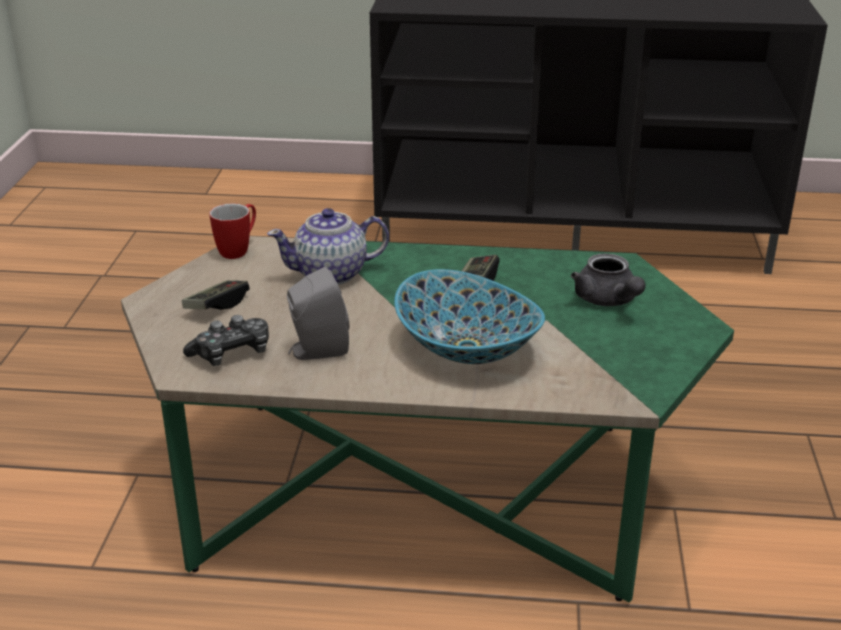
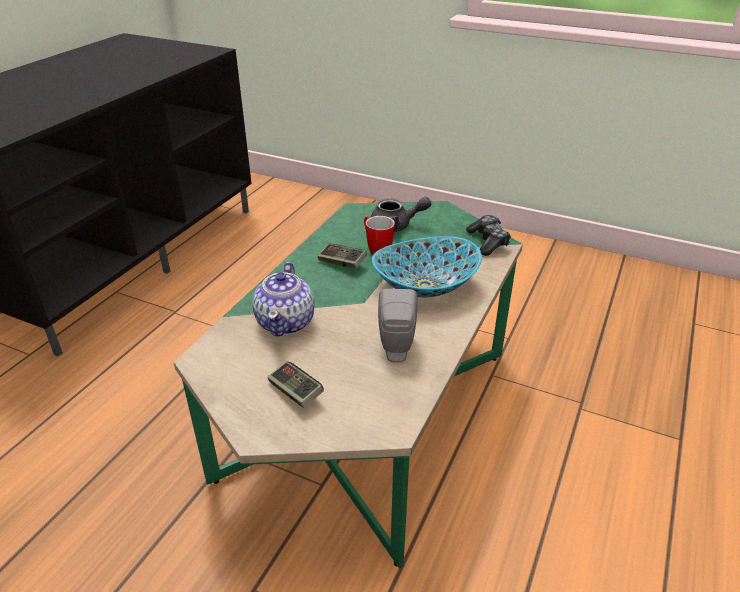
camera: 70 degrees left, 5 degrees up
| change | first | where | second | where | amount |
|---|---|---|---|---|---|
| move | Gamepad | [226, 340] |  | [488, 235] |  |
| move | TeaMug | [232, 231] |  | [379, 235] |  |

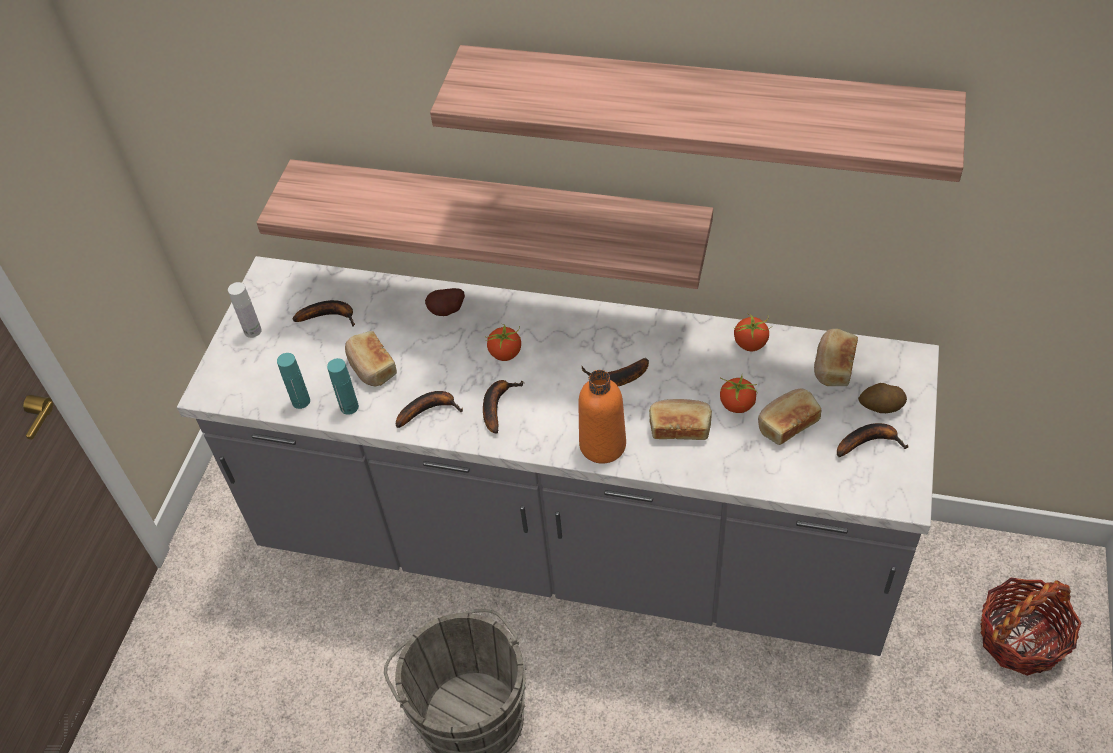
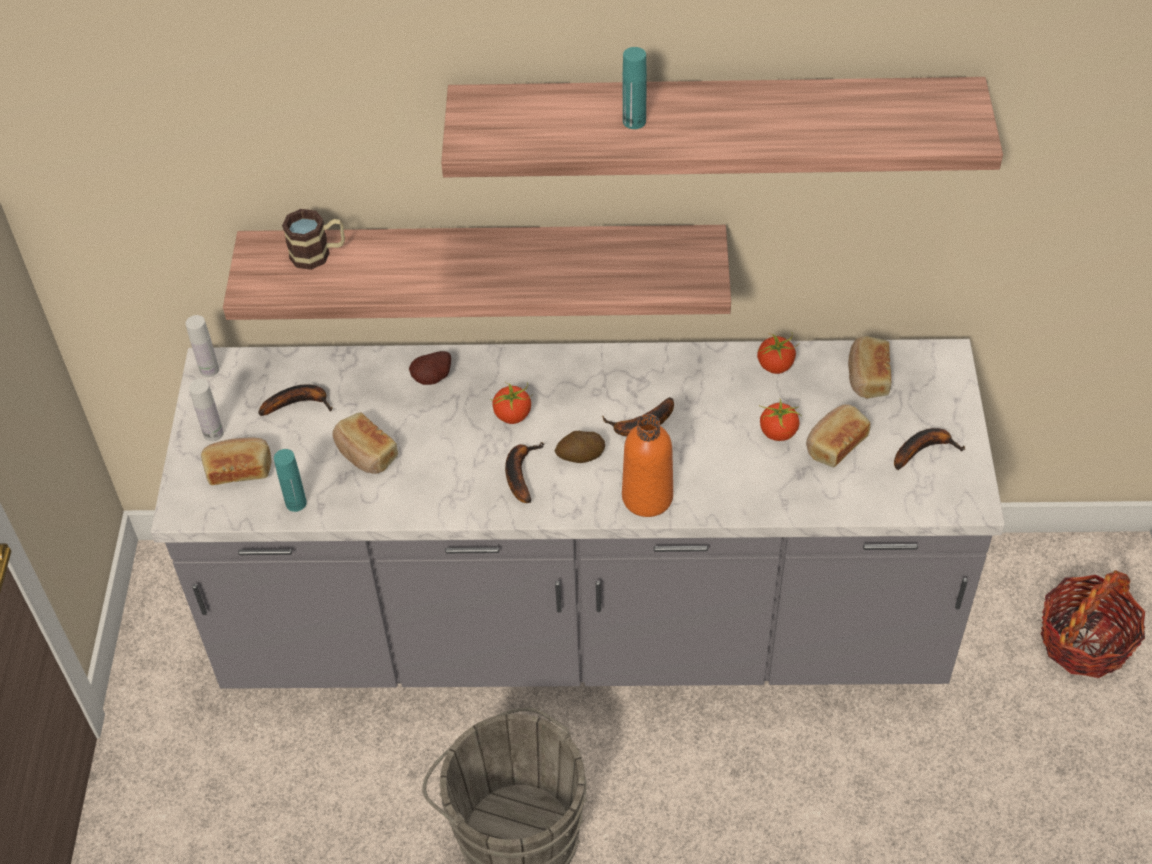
camera: 15 degrees left, 0 degrees up
| change | first | where | second | where | amount |
|---|---|---|---|---|---|
| move | TurquoiseDrinkBottle | [343, 386] |  | [635, 88] |  |
| delete | BananaFruit | [429, 409] |  |  |  |
| move | BakedBread | [680, 419] |  | [236, 461] |  |
| move | WholePotato | [882, 398] |  | [579, 447] |  |
| insert |  |  | WhitishDrinkBottle | [202, 346] |  |
| insert |  |  | TeaMug | [313, 239] |  |

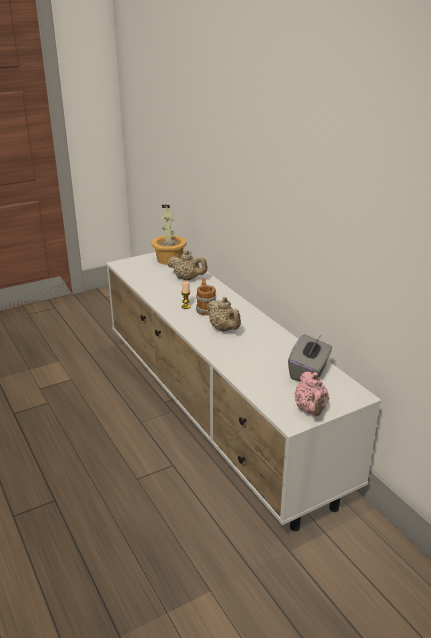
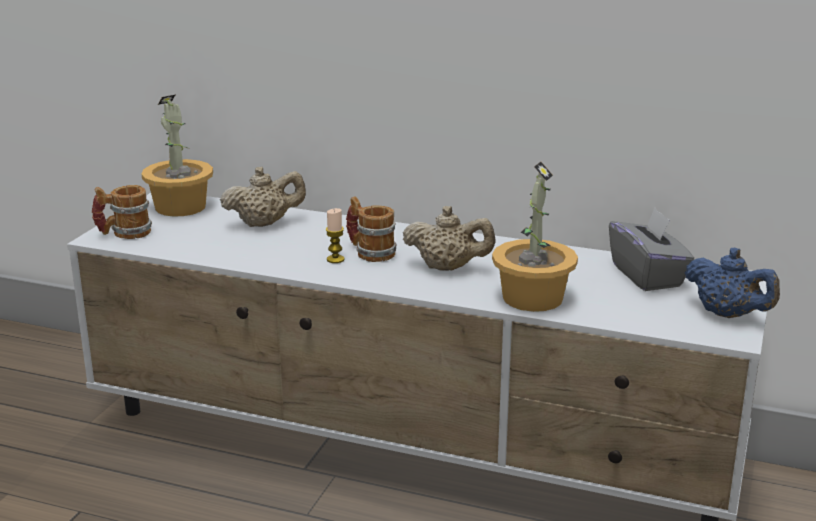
camera: 40 degrees left, 5 degrees down
| change | first | where | second | where | amount |
|---|---|---|---|---|---|
| recolor | PinkishTeaPot | [311, 394] | BluishTeaPot | [732, 283] |  |
| insert |  |  | TeaMug | [122, 212] |  |
| insert |  |  | PlantInAPot | [535, 237] |  |

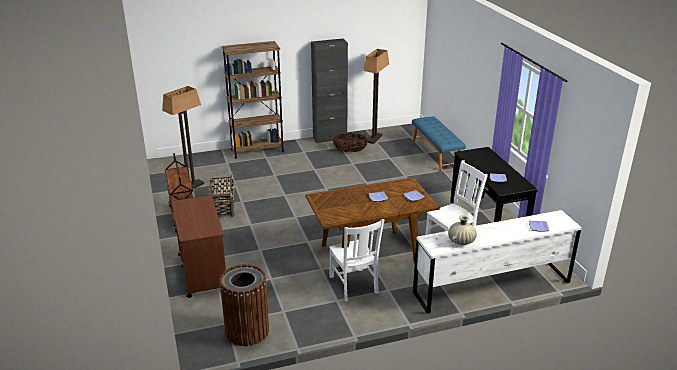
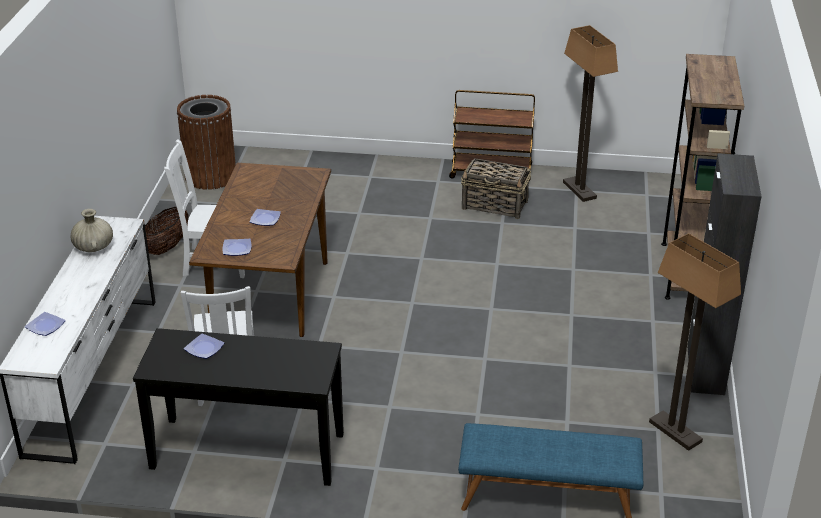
camera: 115 degrees right, 5 degrees up
| change | first | where | second | where | amount |
|---|---|---|---|---|---|
| delete | BrownColouredCart | [199, 246] |  |  |  |
| move | StorageBasket | [350, 143] |  | [166, 231] |  |

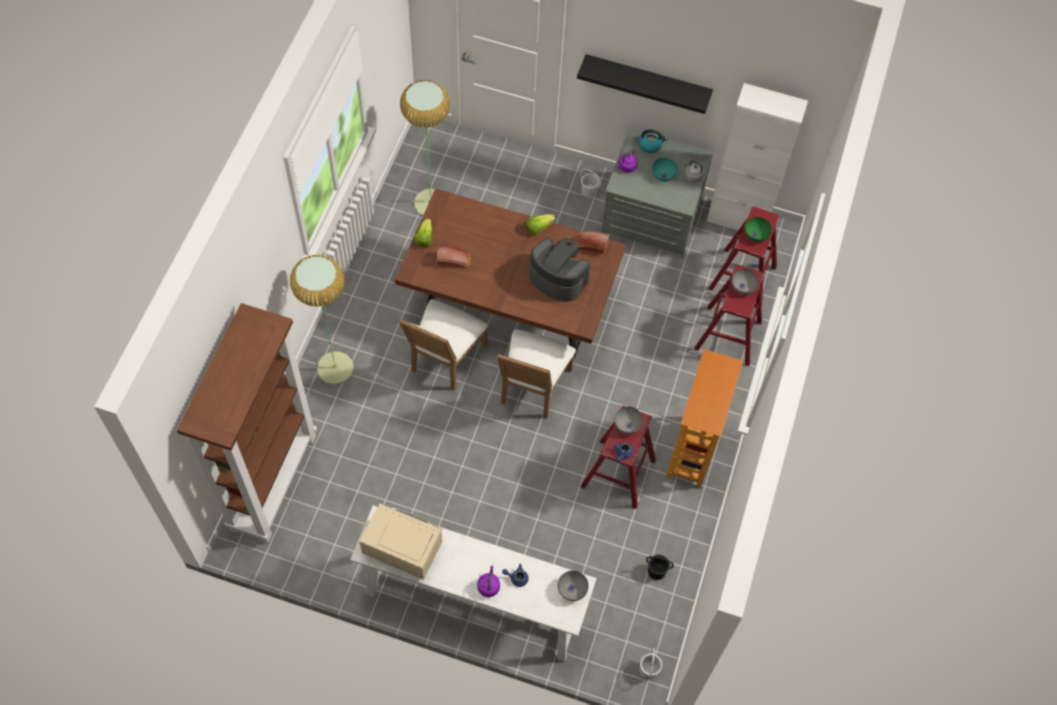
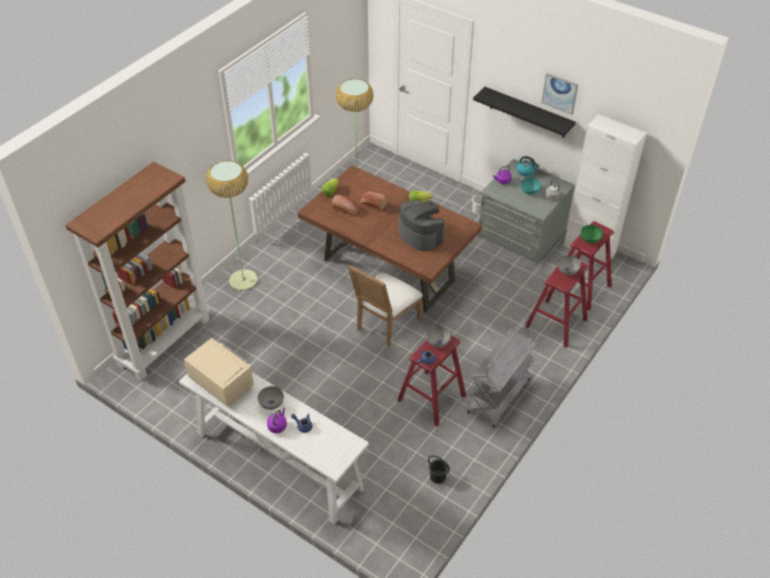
camera: 20 degrees right, 15 degrees down
| change | first | where | second | where | amount |
|---|---|---|---|---|---|
| delete | WhitishUprightChair | [443, 345] |  |  |  |
| move | GreyishDeepDish | [573, 586] |  | [271, 398] |  |
| move | BakedBread | [592, 243] |  | [374, 201] |  |
| delete | WhitishBucket | [651, 663] |  |  |  |
| replace | ShelvingUnit | [704, 418] | GreyishCart | [502, 374] |  |
| insert |  |  | Picture | [560, 94] |  |

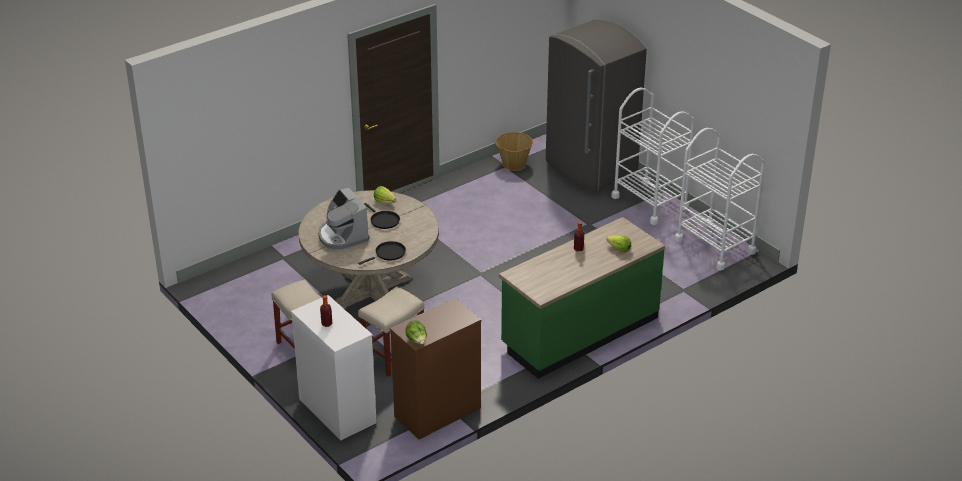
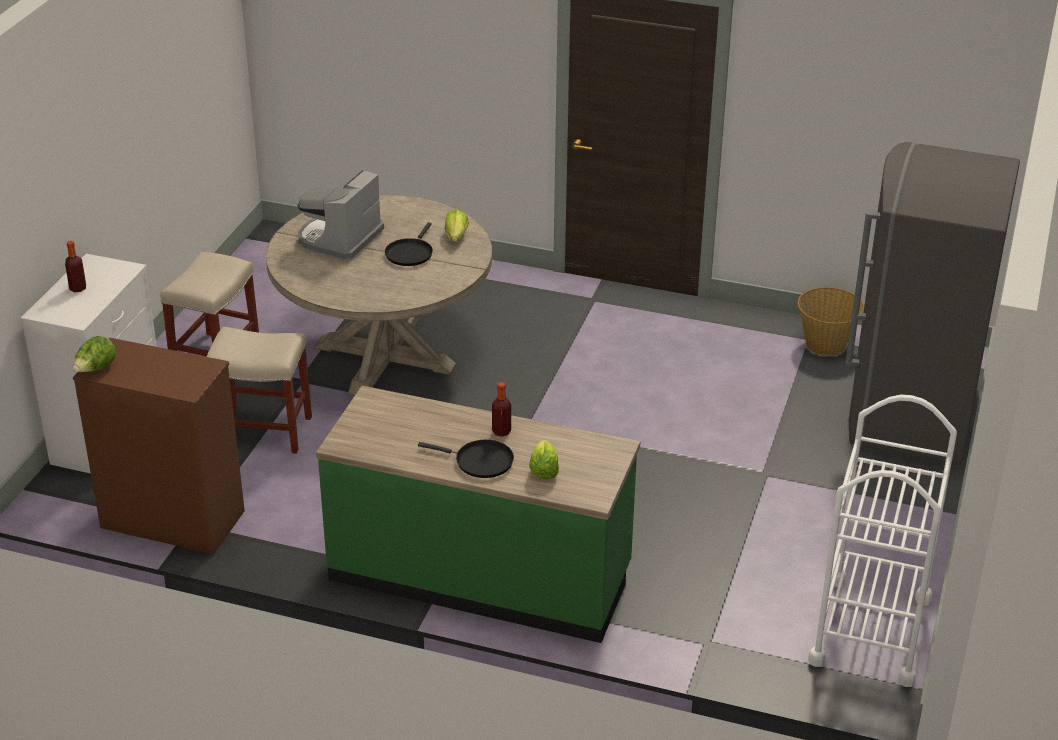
camera: 55 degrees right, 0 degrees up
| change | first | where | second | where | amount |
|---|---|---|---|---|---|
| move | BlackishFryingPan | [382, 253] |  | [466, 459] |  |
| delete | WhitishCart | [653, 156] |  |  |  |

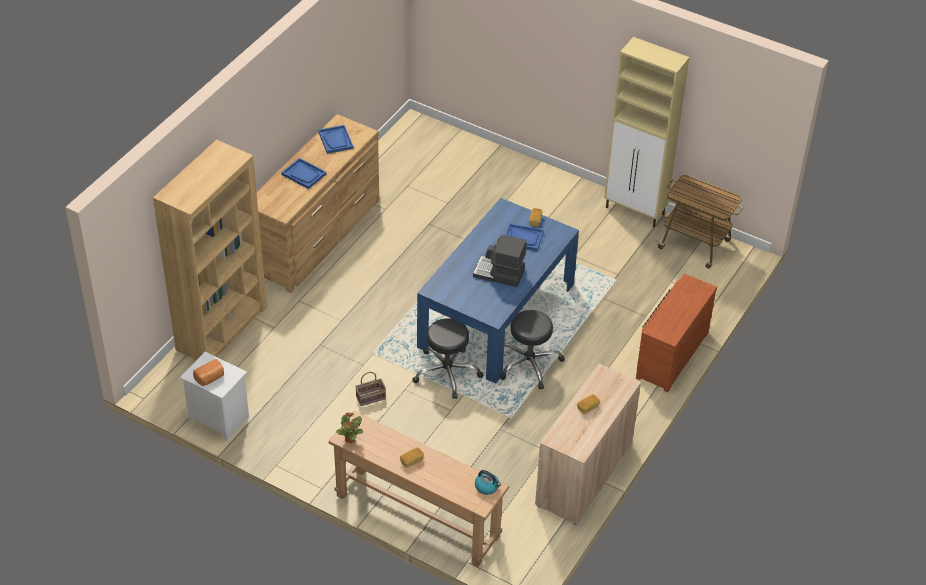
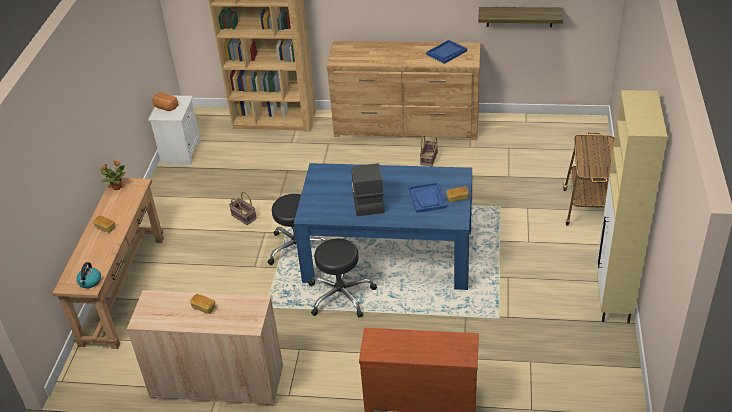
camera: 70 degrees right, 5 degrees down
| change | first | where | second | where | amount |
|---|---|---|---|---|---|
| delete | BluishServingTray | [303, 173] |  |  |  |
| move | Cart | [699, 222] |  | [588, 178] |  |
| insert |  |  | StorageBasket | [429, 151] |  |
| insert |  |  | BracketShelf | [520, 17] |  |

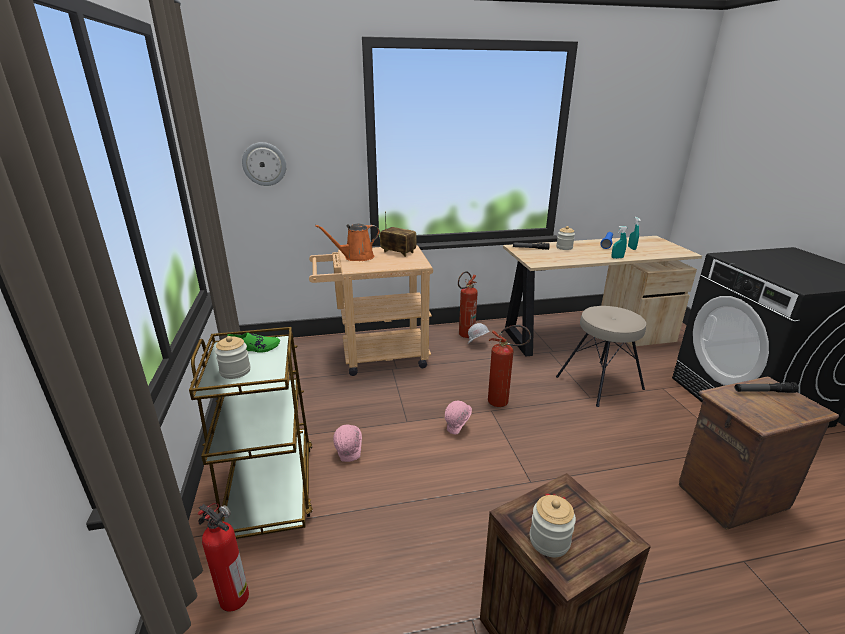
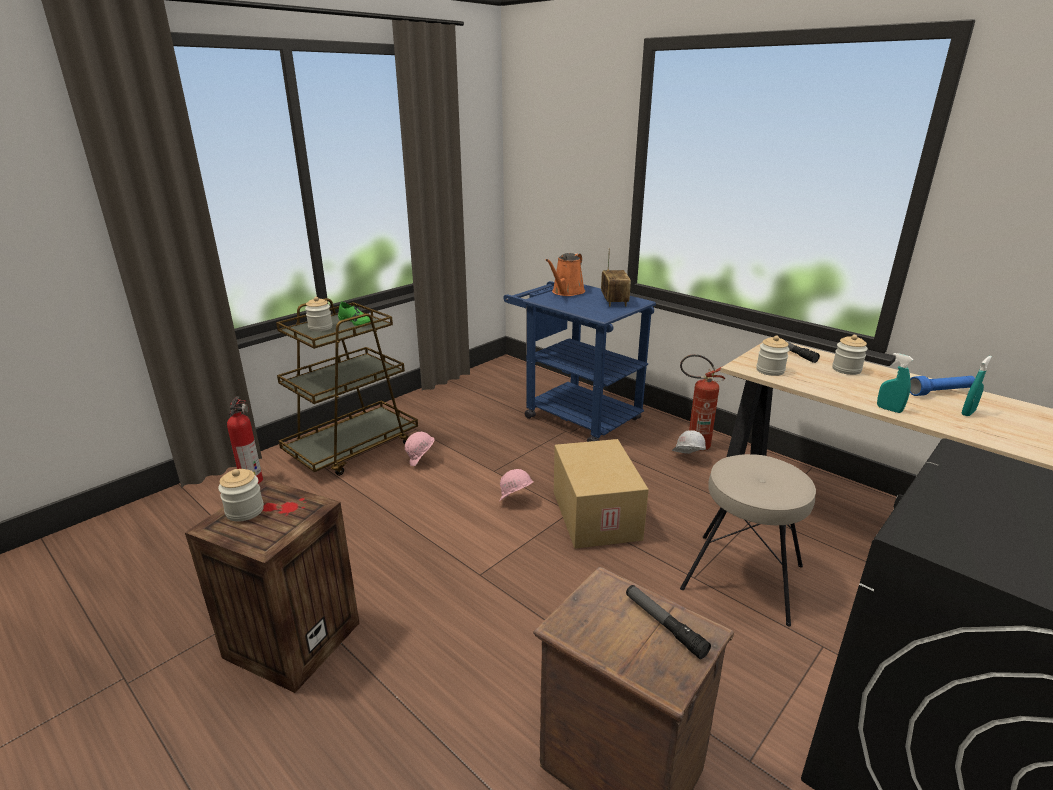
camera: 55 degrees right, 0 degrees up
| change | first | where | second | where | amount |
|---|---|---|---|---|---|
| delete | ClockOnTheWall | [264, 164] |  |  |  |
| recolor | SandColouredCart | [371, 310] | BluishCart | [579, 361] |  |
| rotate | OrangeySprinklingCan | [347, 242] |  | [565, 274] | 90 degrees counterclockwise |
| replace | FireExtinguisher | [509, 366] | PackingBox | [601, 494] |  |
| insert |  |  | Jar | [772, 356] |  |

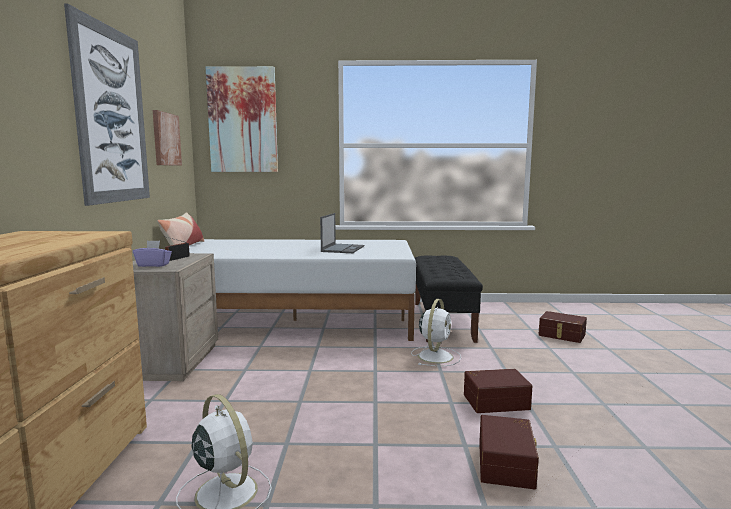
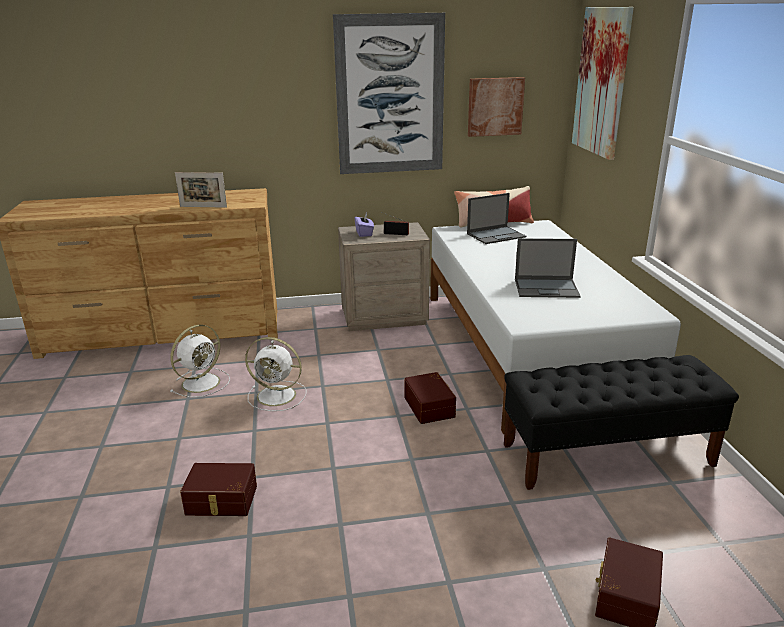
camera: 80 degrees right, 15 degrees up
| change | first | where | second | where | amount |
|---|---|---|---|---|---|
| move | WhitishFan | [436, 332] |  | [275, 374] |  |
| move | BrownColouredStorageBox | [498, 391] |  | [430, 398] |  |
| insert |  |  | PictureFrame | [201, 190] |  |
| insert |  |  | Laptop | [496, 218] |  |

